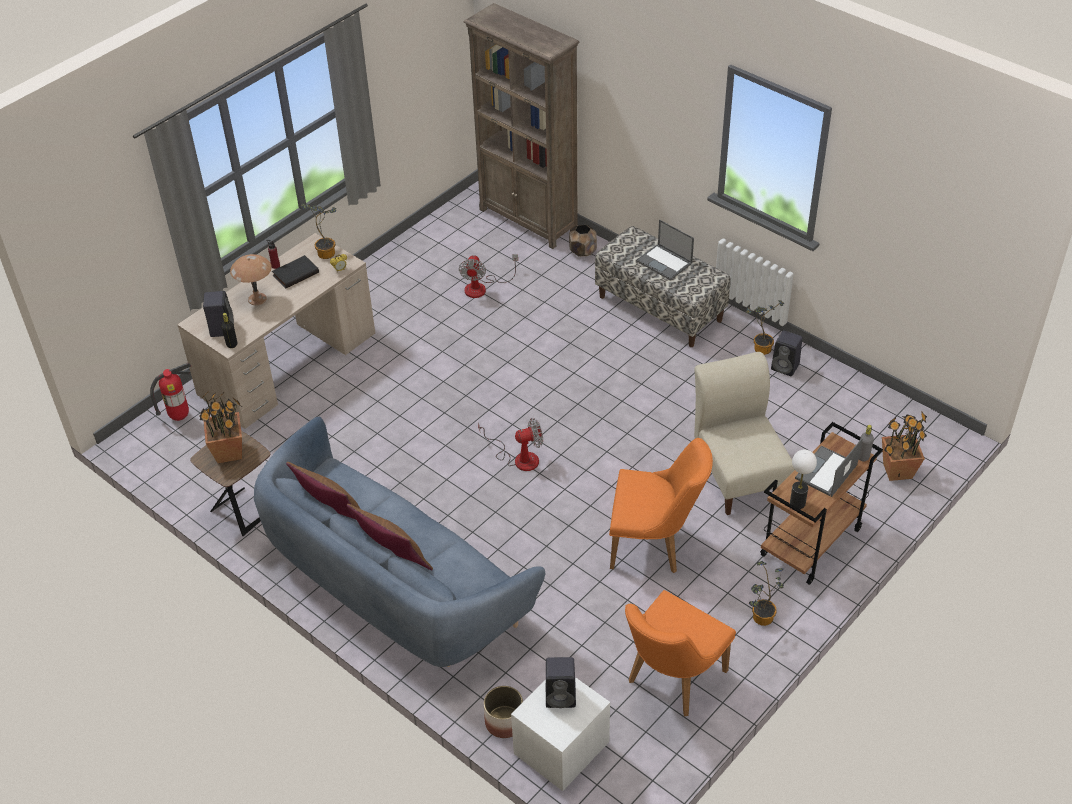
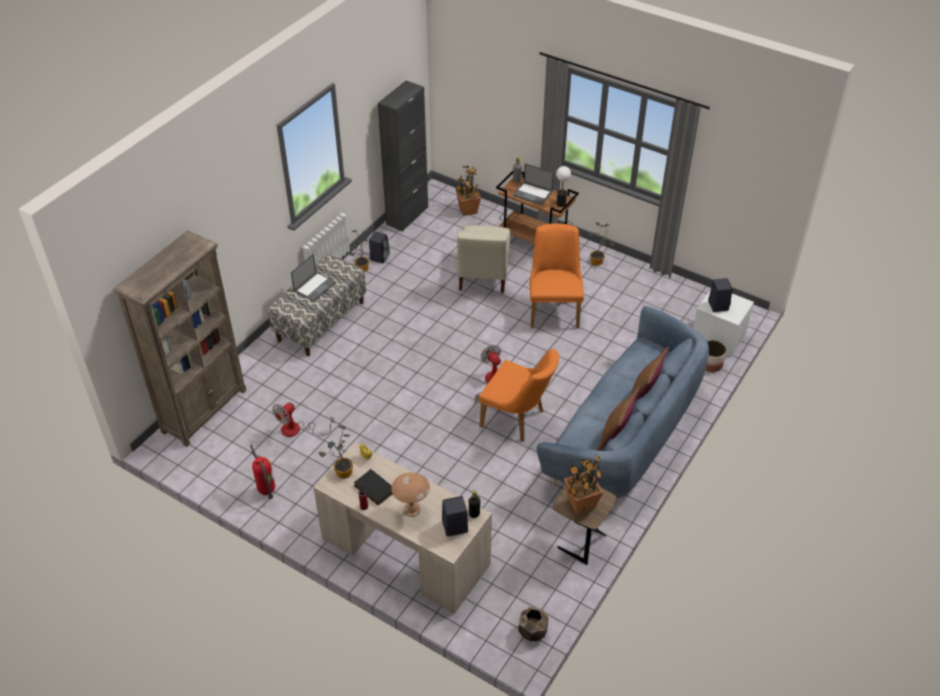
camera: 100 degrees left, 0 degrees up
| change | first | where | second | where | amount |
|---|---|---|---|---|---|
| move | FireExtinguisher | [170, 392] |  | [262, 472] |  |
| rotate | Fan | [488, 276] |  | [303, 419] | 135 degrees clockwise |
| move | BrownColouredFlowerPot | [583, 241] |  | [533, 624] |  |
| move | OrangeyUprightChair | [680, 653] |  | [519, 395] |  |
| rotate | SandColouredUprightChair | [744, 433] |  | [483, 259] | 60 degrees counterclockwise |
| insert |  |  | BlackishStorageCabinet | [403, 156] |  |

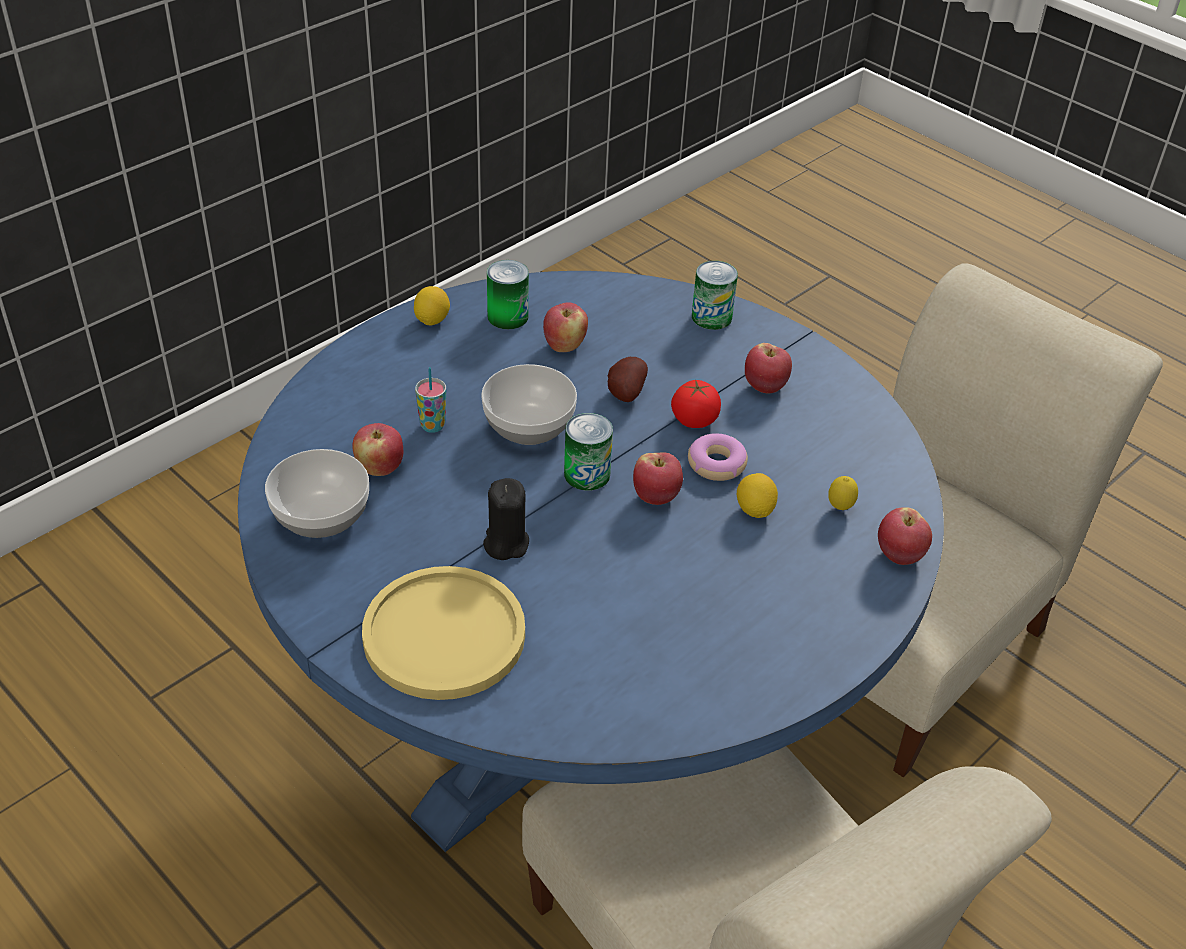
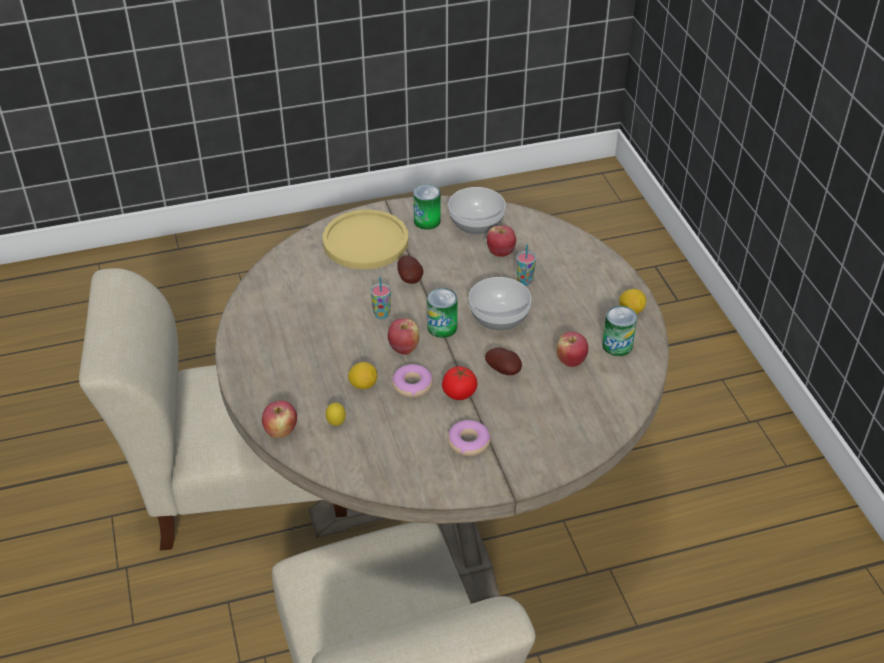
camera: 120 degrees right, 0 degrees up
| change | first | where | second | where | amount |
|---|---|---|---|---|---|
| recolor | BluishDinnerTable | [591, 561] | SandColouredDinnerTable | [442, 400] |  |
| replace | BlackishWaxLight | [506, 519] | WholePotato | [410, 269] |  |
| move | SealedCan | [715, 295] |  | [427, 207] |  |
| replace | WholeApple | [768, 368] | Doughnut | [469, 438] |  |
| insert |  |  | SmallCup | [381, 298] |  |

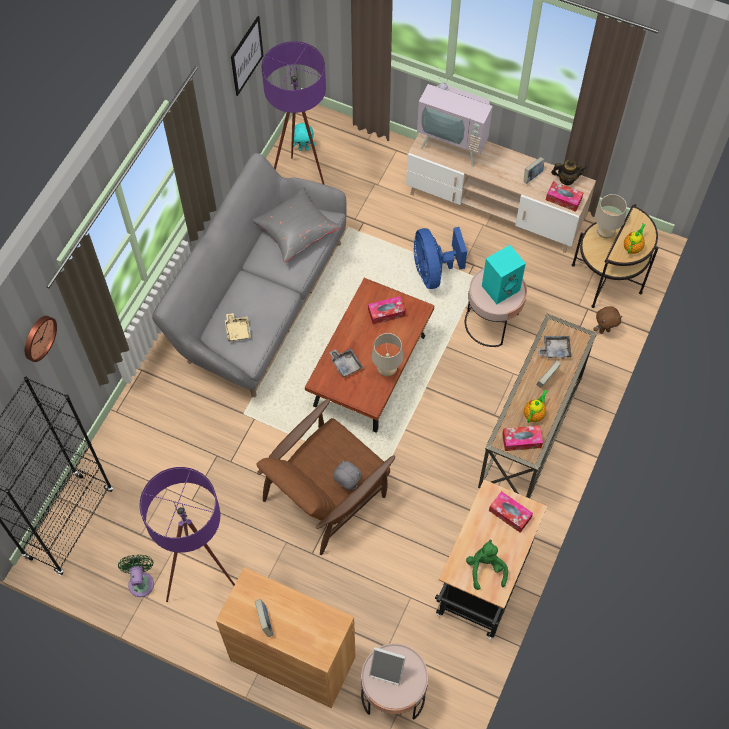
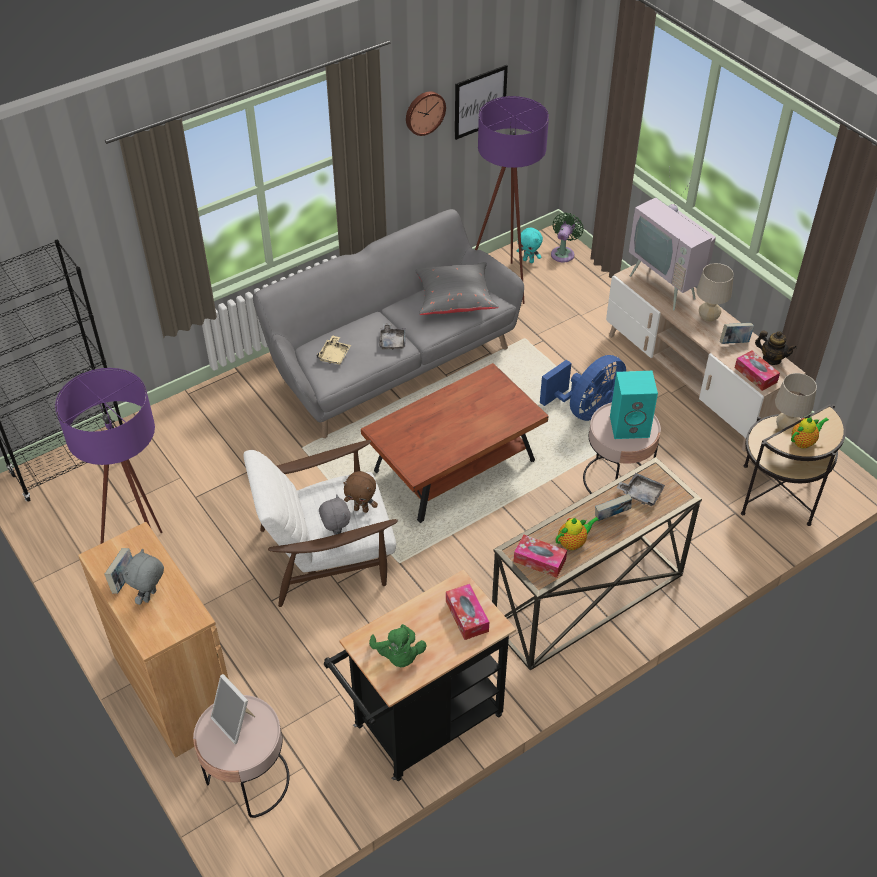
camera: 30 degrees right, 15 degrees down
| change | first | where | second | where | amount |
|---|---|---|---|---|---|
| move | ClockOnTheWall | [41, 339] |  | [426, 113] |  |
| move | GreenishFan | [136, 576] |  | [567, 237] |  |
| recolor | BrownColouredEasyChair | [325, 477] | WhitishEasyChair | [321, 523] |  |
| move | GreyishServingTray | [346, 363] |  | [392, 336] |  |
| delete | TissueBox | [386, 310] |  |  |  |
| move | SandColouredTableLamp | [387, 355] |  | [715, 292] |  |
| rotate | BluishFan | [440, 258] |  | [583, 388] | 150 degrees counterclockwise |
| rotate | GreenishPlushToy | [487, 565] |  | [397, 645] | 135 degrees clockwise |
| move | BrownColouredPlushToy | [607, 320] |  | [360, 492] |  |
| insert |  |  | GreyishPlushToy | [143, 577] |  |

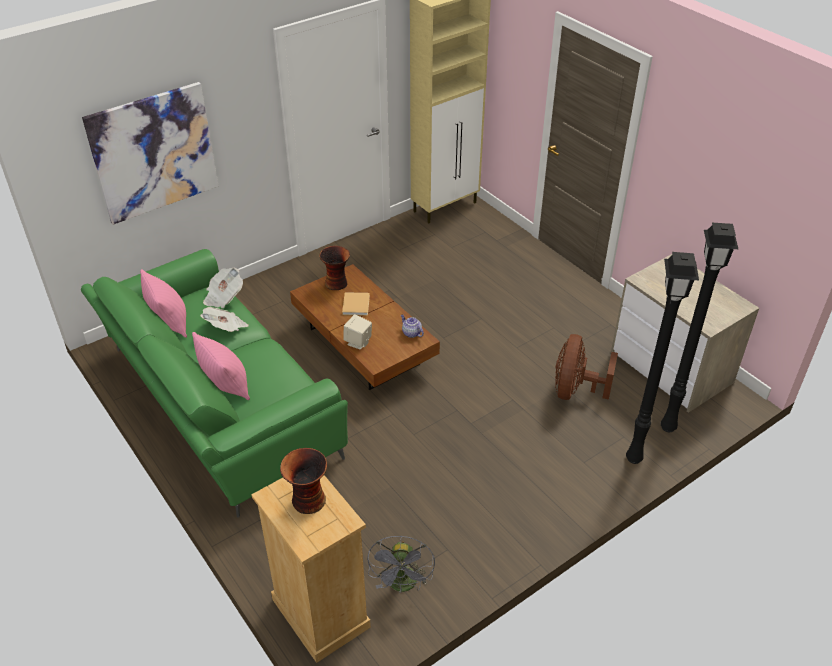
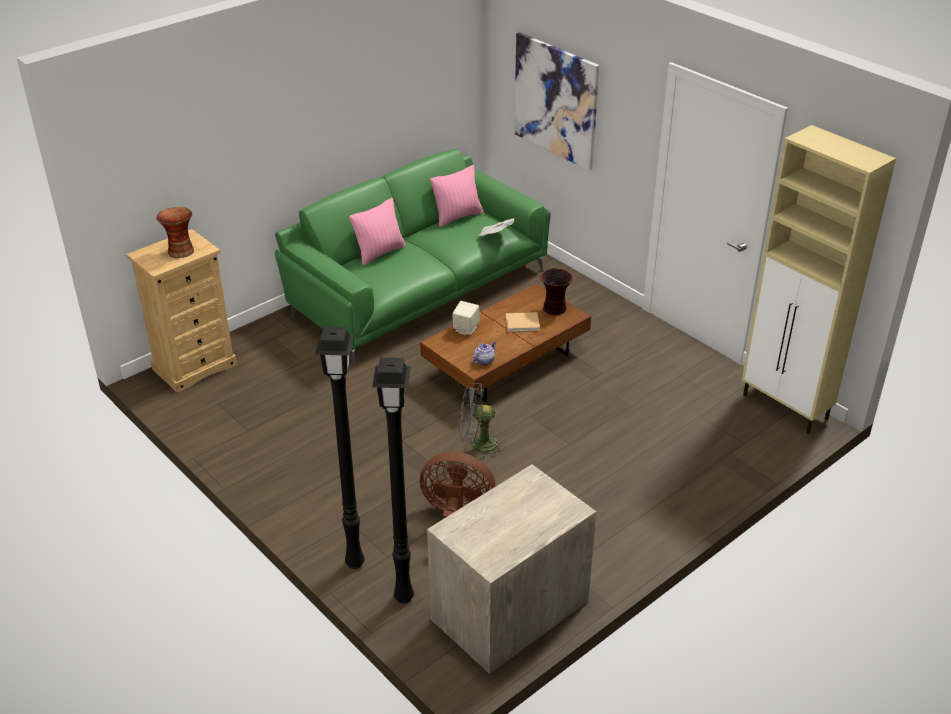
camera: 85 degrees right, 5 degrees down
| change | first | where | second | where | amount |
|---|---|---|---|---|---|
| delete | PrintedPaper | [224, 319] |  |  |  |
| move | GreyishFan | [401, 564] |  | [482, 421] |  |

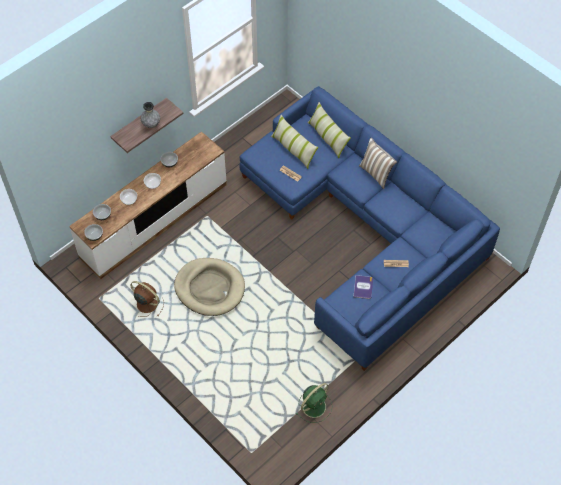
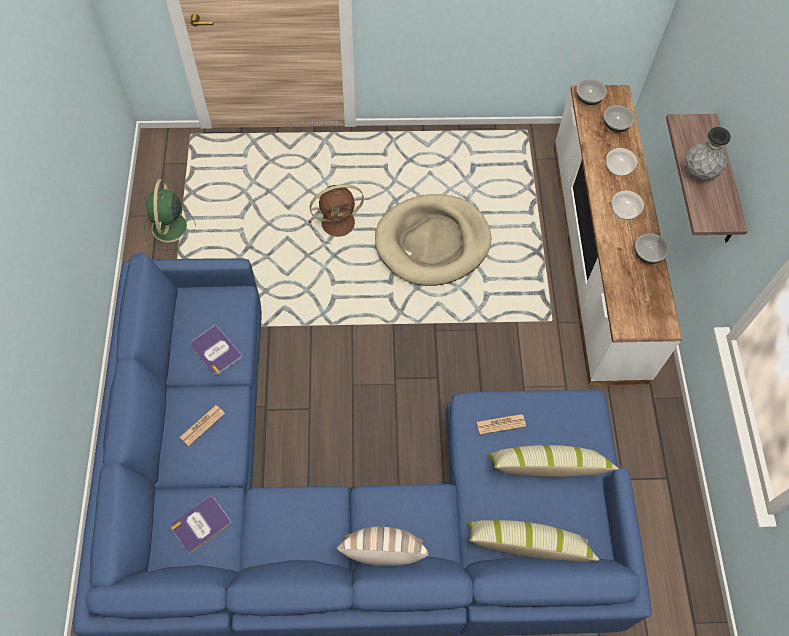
camera: 130 degrees right, 5 degrees up
| change | first | where | second | where | amount |
|---|---|---|---|---|---|
| move | BrownColouredFan | [147, 299] |  | [336, 214] |  |
| insert |  |  | Book | [201, 525] |  |

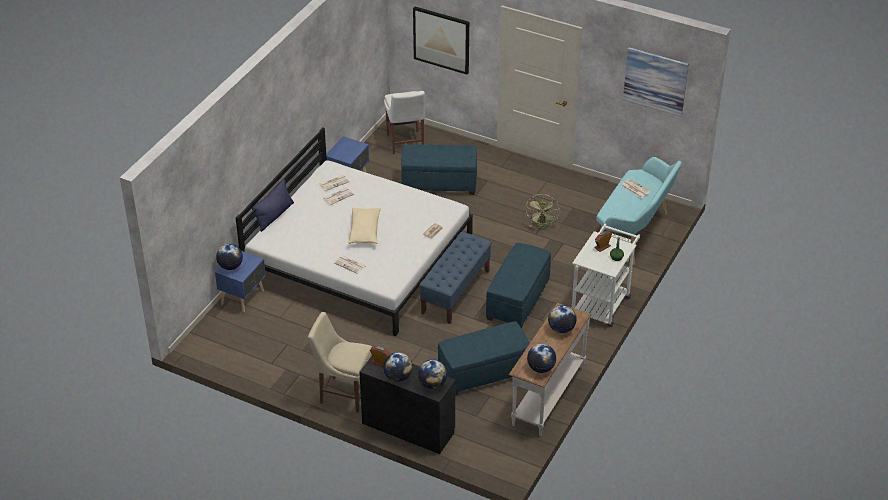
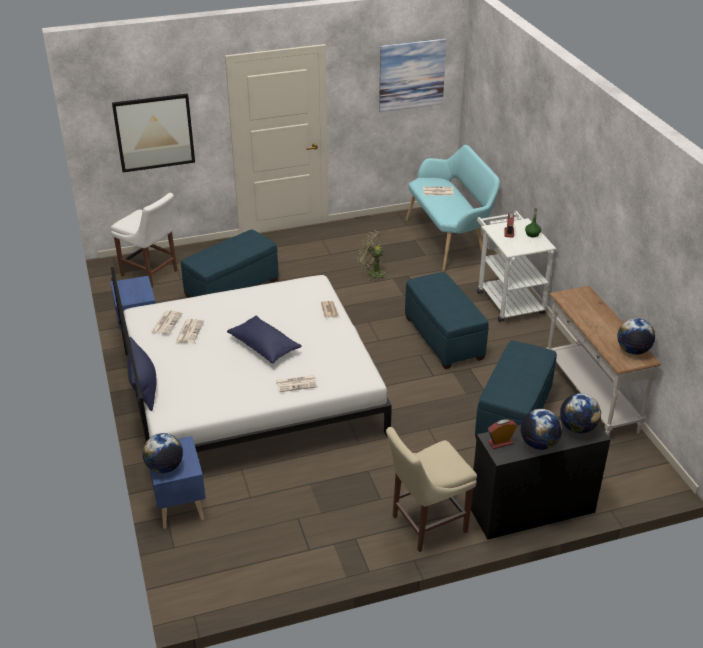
camera: 45 degrees left, 5 degrees down
| change | first | where | second | where | amount |
|---|---|---|---|---|---|
| recolor | SandColouredPillow | [365, 226] | BluishPillow | [264, 339] |  |
| delete | BluishLongSeat | [455, 278] |  |  |  |
| rotate | GreenishFan | [543, 211] |  | [372, 256] | 150 degrees clockwise |
| delete | Globe | [562, 319] |  |  |  |

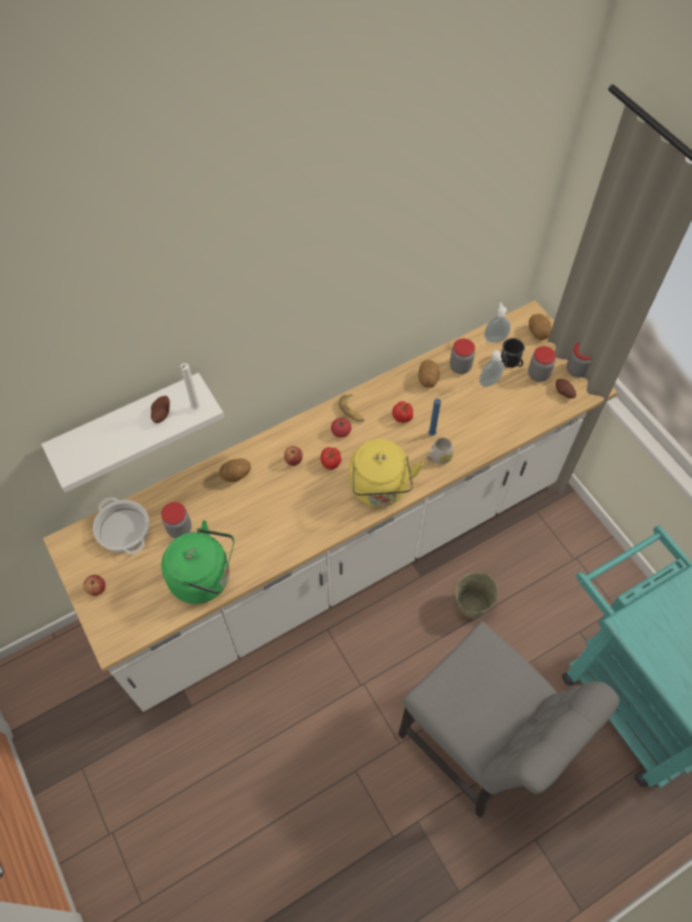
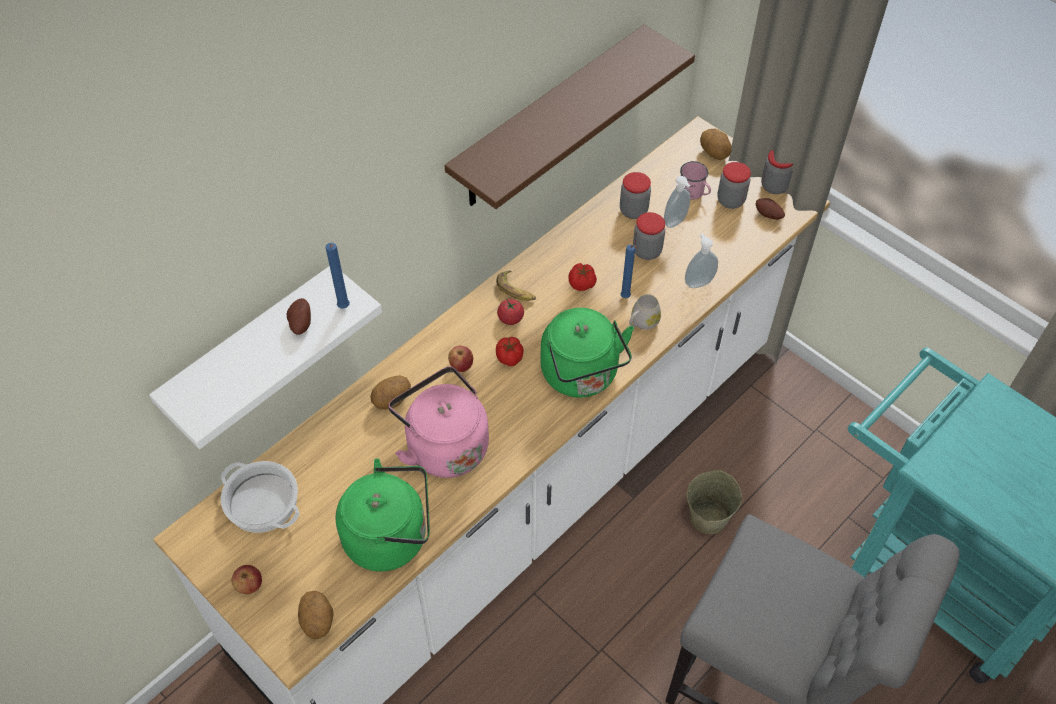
camera: 15 degrees left, 5 degrees down
| change | first | where | second | where | amount |
|---|---|---|---|---|---|
| move | Jar | [176, 520] |  | [649, 236] |  |
| recolor | WhitishWaxLight | [190, 386] | BluishWaxLight | [338, 276] |  |
| recolor | YellowishKettle | [386, 473] | GreenishKettle | [587, 353] |  |
| move | WholePotato | [429, 374] |  | [316, 615] |  |
| move | LiquidSoapBottle | [497, 323] |  | [701, 261] |  |
| recolor | BlackishTeaMug | [513, 353] | PinkishTeaMug | [695, 180] |  |
| insert |  |  | PinkishKettle | [438, 422] |  |
| insert |  |  | BrownColouredBracketShelf | [569, 117] |  |

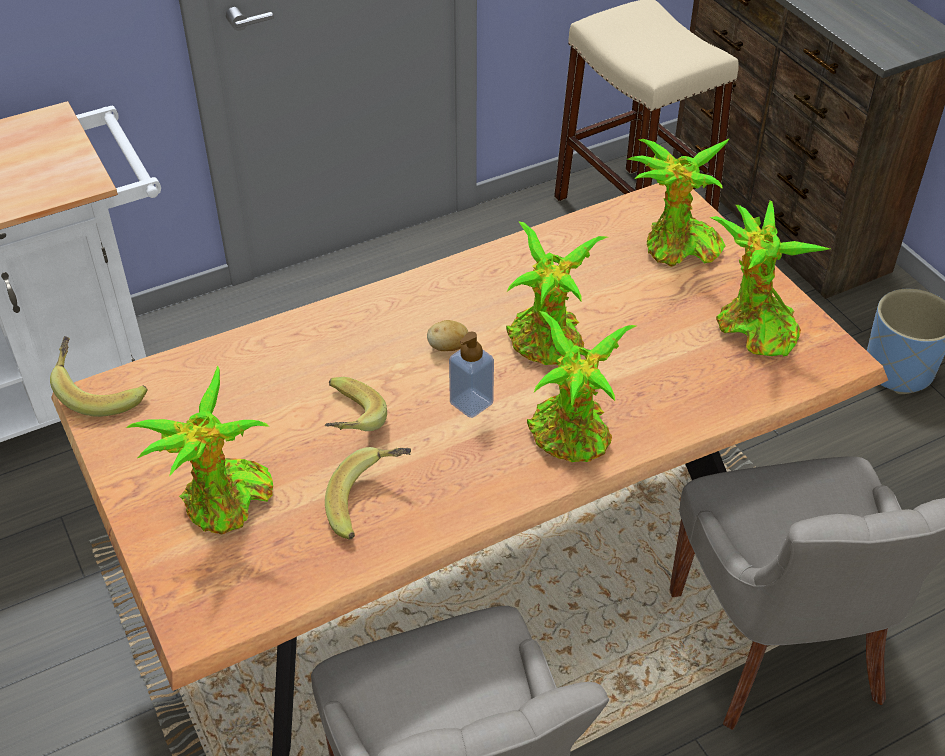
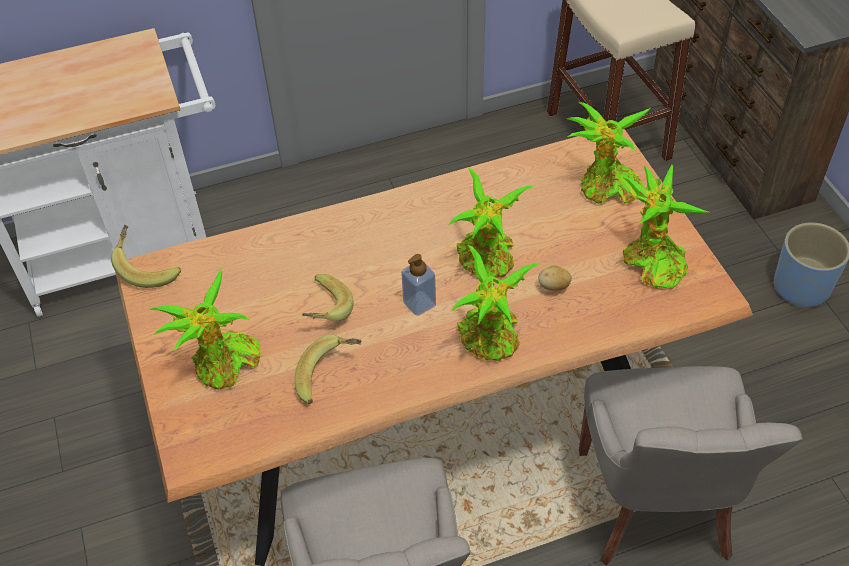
camera: 10 degrees right, 5 degrees up
| change | first | where | second | where | amount |
|---|---|---|---|---|---|
| move | WholePotato | [447, 335] |  | [555, 278] |  |

